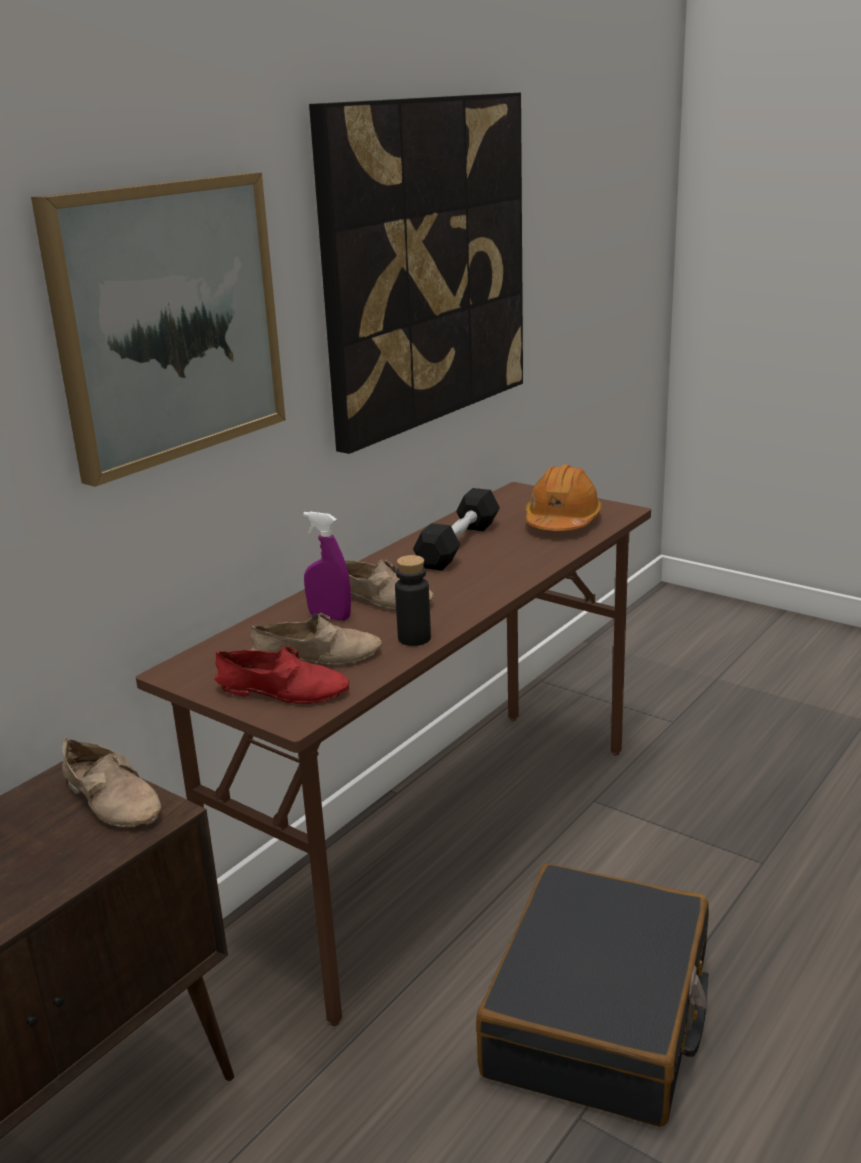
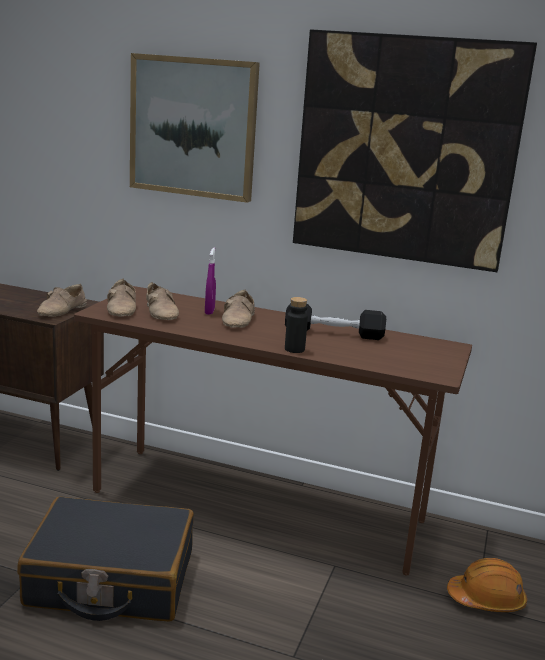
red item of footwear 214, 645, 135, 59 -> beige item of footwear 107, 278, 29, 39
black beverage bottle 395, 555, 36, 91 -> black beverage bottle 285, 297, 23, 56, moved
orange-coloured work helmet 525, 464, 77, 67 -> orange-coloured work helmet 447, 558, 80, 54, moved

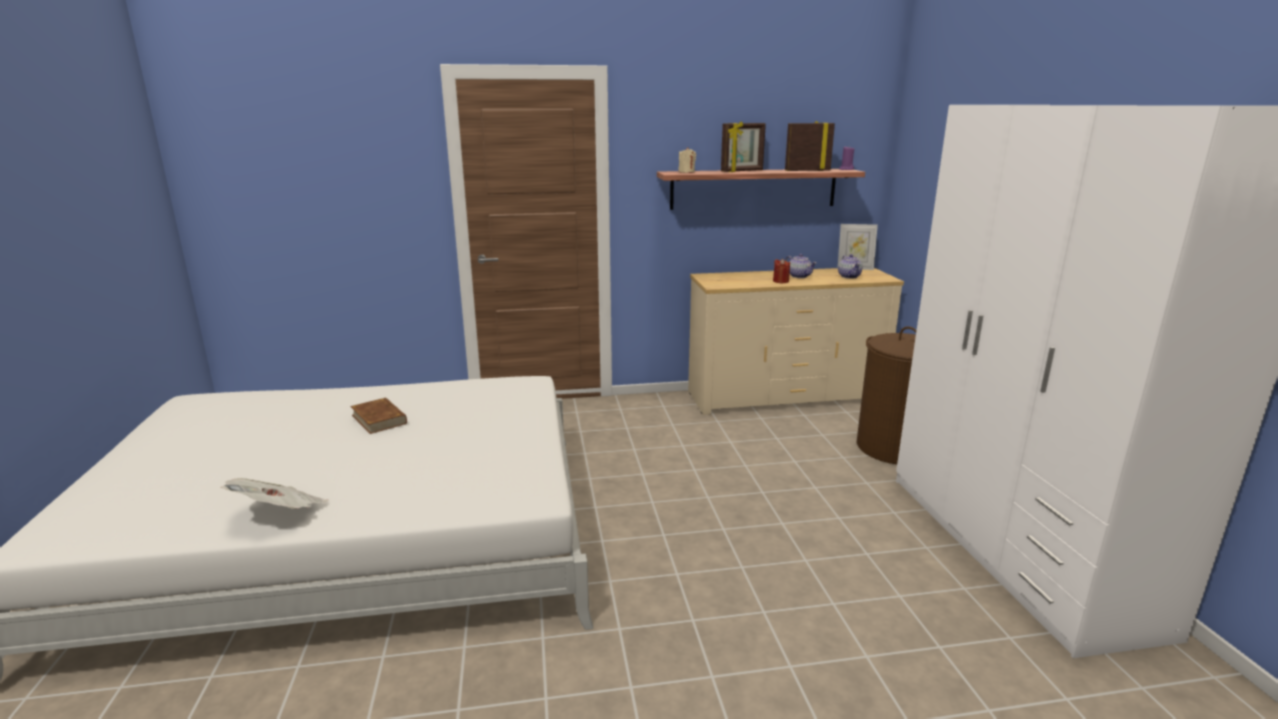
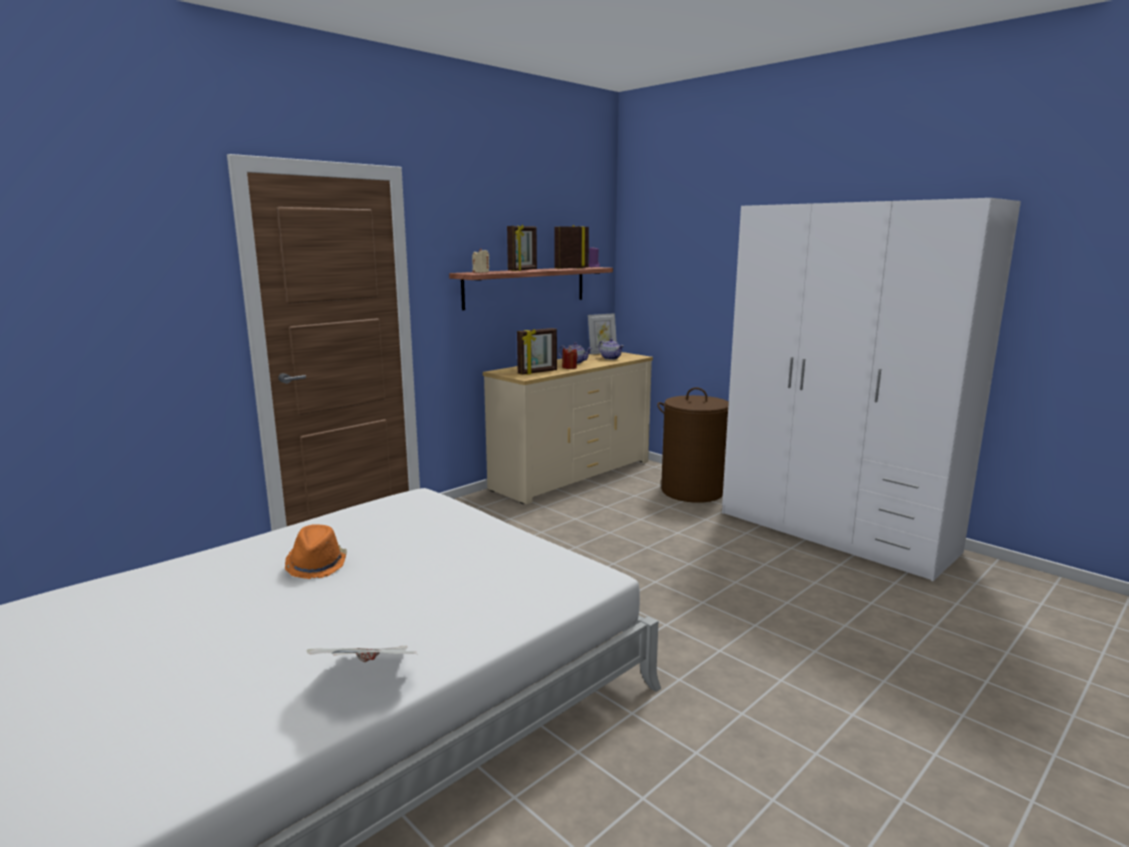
brown-coloured book 350, 397, 57, 37 -> orange-coloured clothing hat 285, 525, 62, 54
none -> picture frame 517, 328, 40, 47

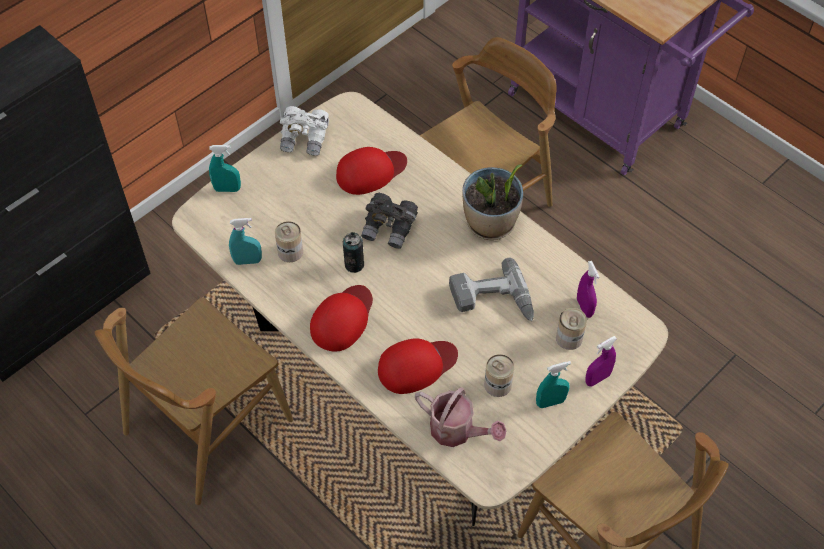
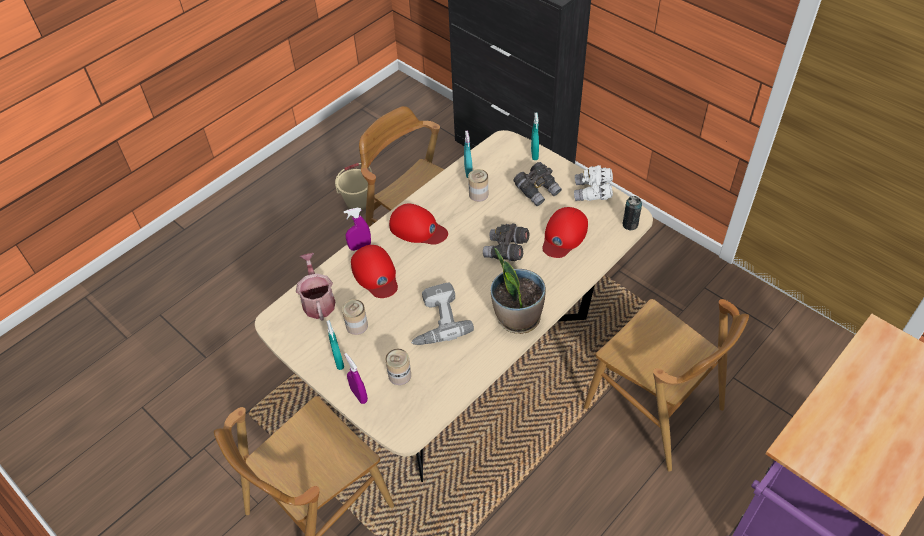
sprinkling can 415, 387, 91, 60 -> sprinkling can 296, 253, 39, 68, 135 degrees clockwise
none -> beige pail 335, 163, 37, 47
purple-coloured spray bottle 577, 261, 23, 57 -> purple-coloured spray bottle 344, 208, 27, 43, moved
none -> greyish field glasses 513, 162, 49, 44
red baseball cap 336, 147, 71, 48 -> red baseball cap 542, 207, 46, 51, 60 degrees clockwise
metal can 343, 232, 21, 41 -> metal can 622, 196, 20, 34, moved

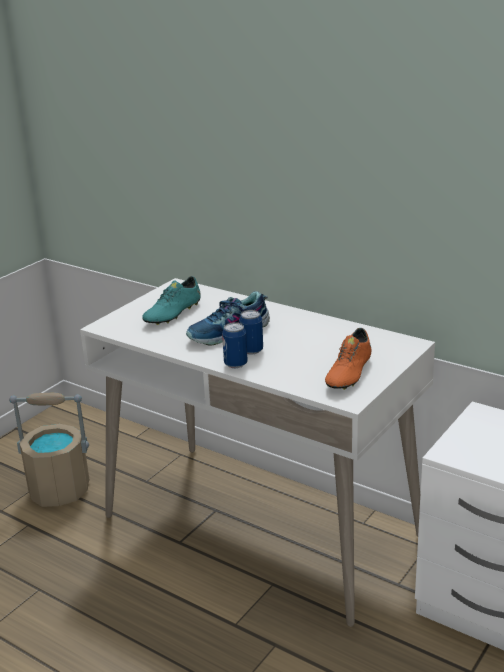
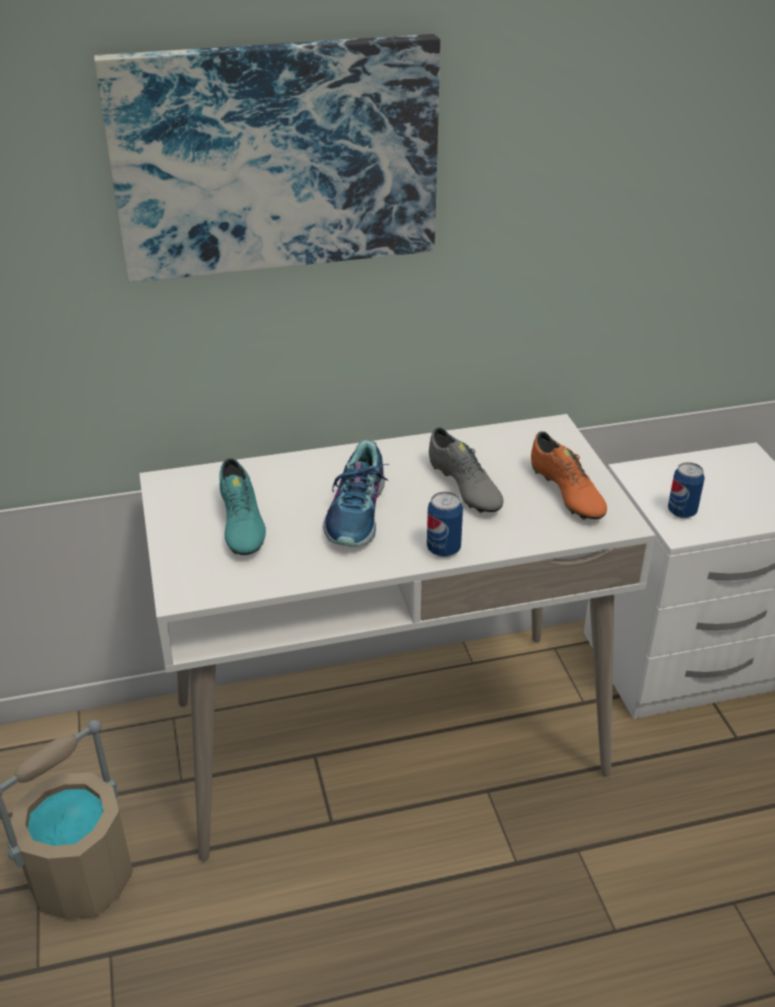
none -> wall picture 94, 34, 346, 249
none -> greyish item of footwear 429, 427, 74, 86
metal can 239, 310, 24, 45 -> metal can 668, 462, 37, 56, moved

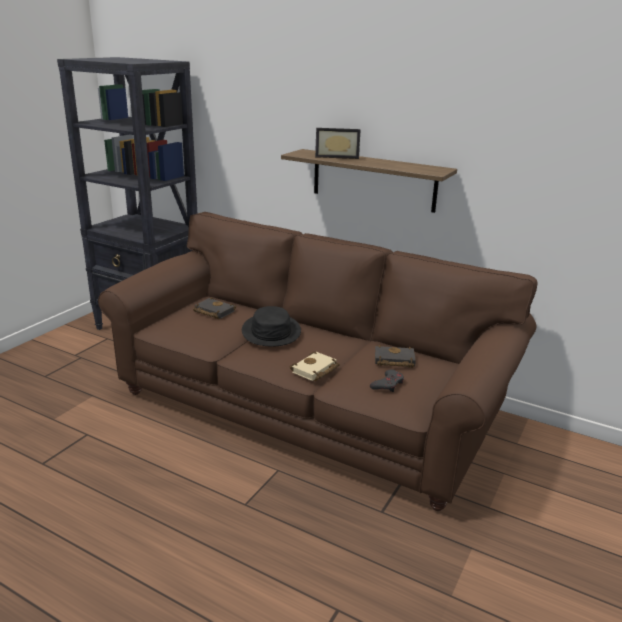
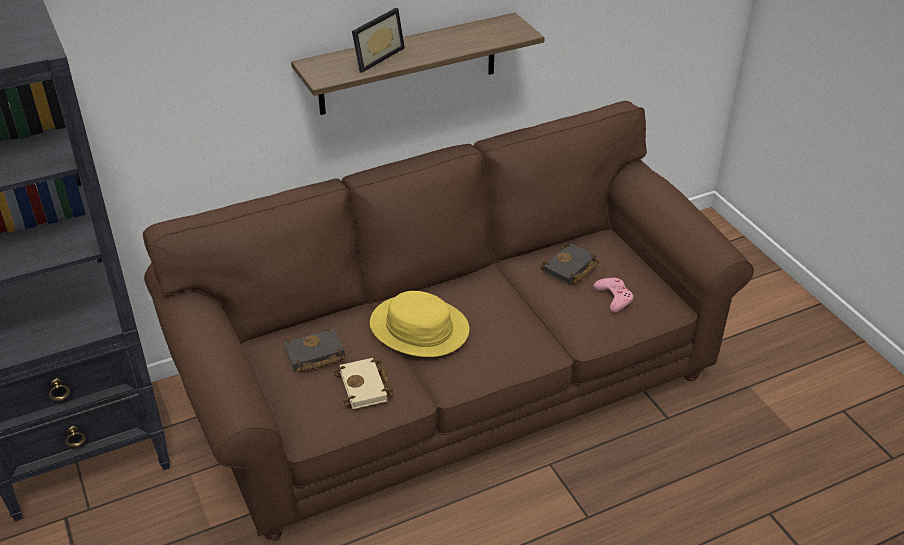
beige book 290, 351, 50, 30 -> beige book 334, 358, 60, 51, moved
black clothing hat 242, 306, 59, 40 -> yellow clothing hat 370, 291, 99, 66
greyish gamepad 370, 370, 34, 22 -> pink gamepad 593, 278, 41, 35

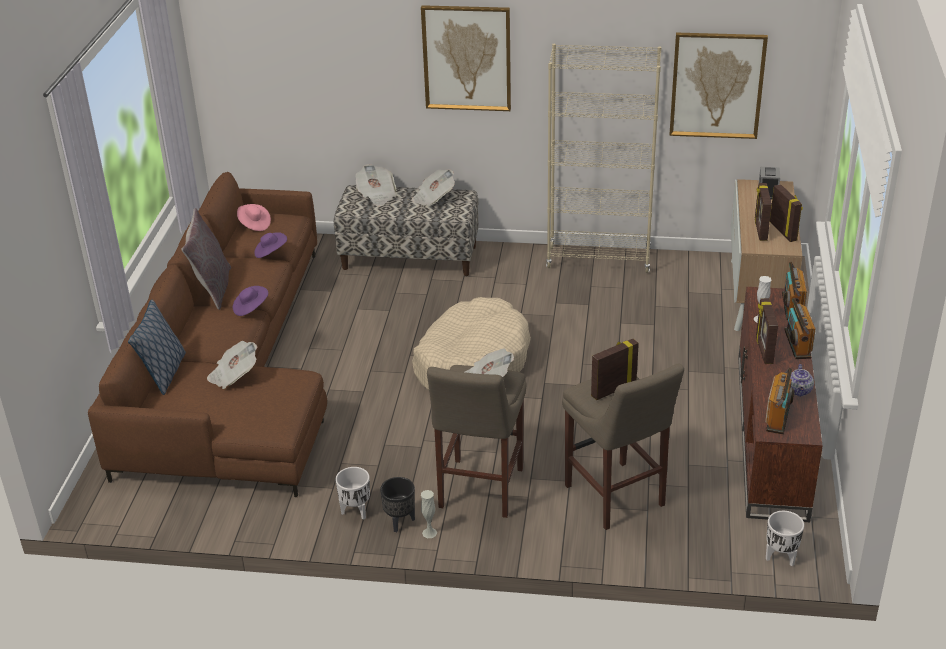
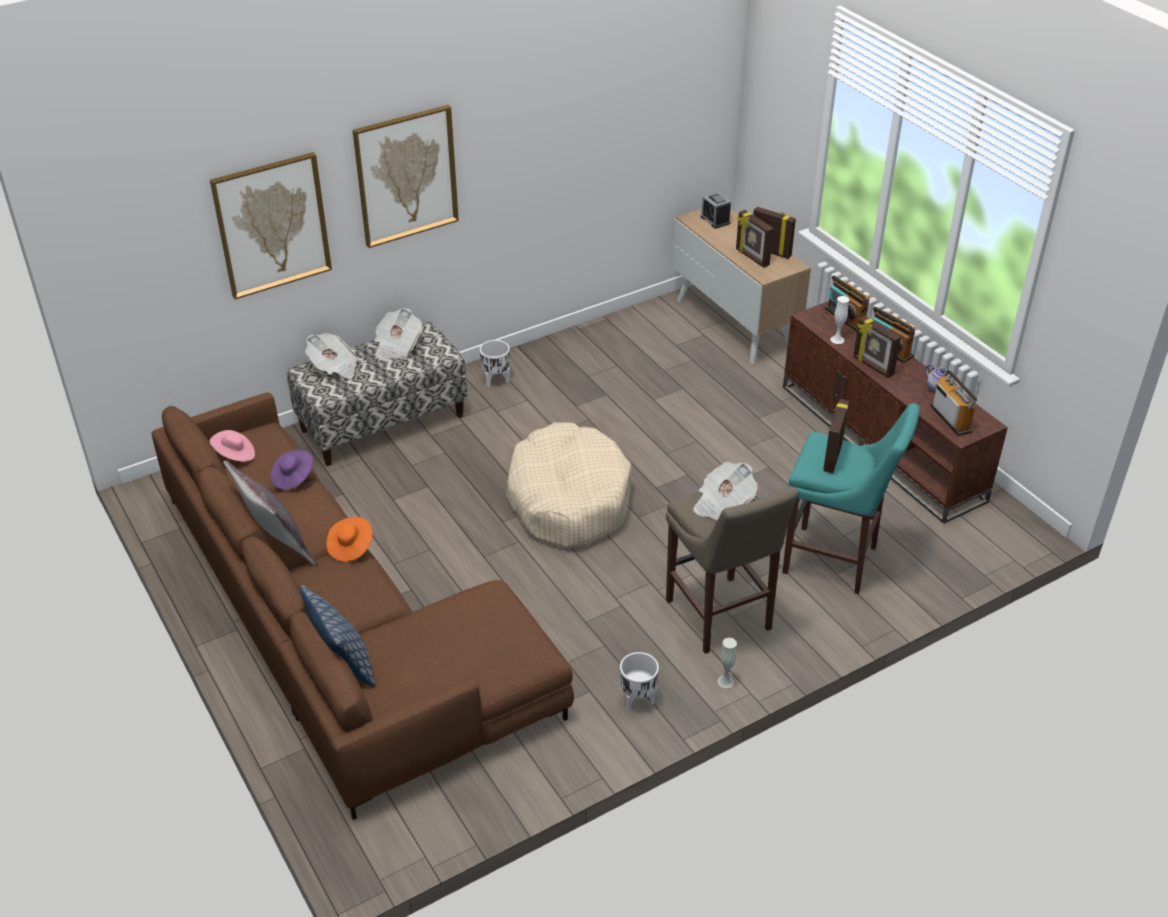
wall picture 669, 33, 99, 106 -> wall picture 210, 152, 122, 147, moved
purple-coloured clothing hat 233, 286, 35, 30 -> orange-coloured clothing hat 326, 517, 46, 45
white-coloured planter 766, 511, 38, 55 -> white-coloured planter 480, 340, 30, 47, moved
beige sitting stool 562, 364, 122, 166 -> turquoise-coloured sitting stool 782, 403, 138, 191
newspaper 207, 341, 50, 48 -> none
black planter 380, 477, 35, 55 -> none
beige bookcase 546, 44, 115, 229 -> none

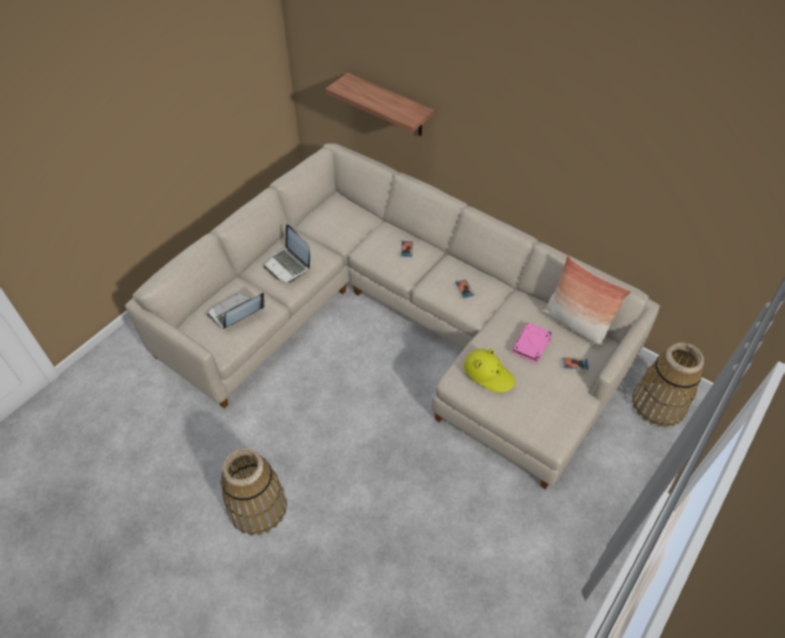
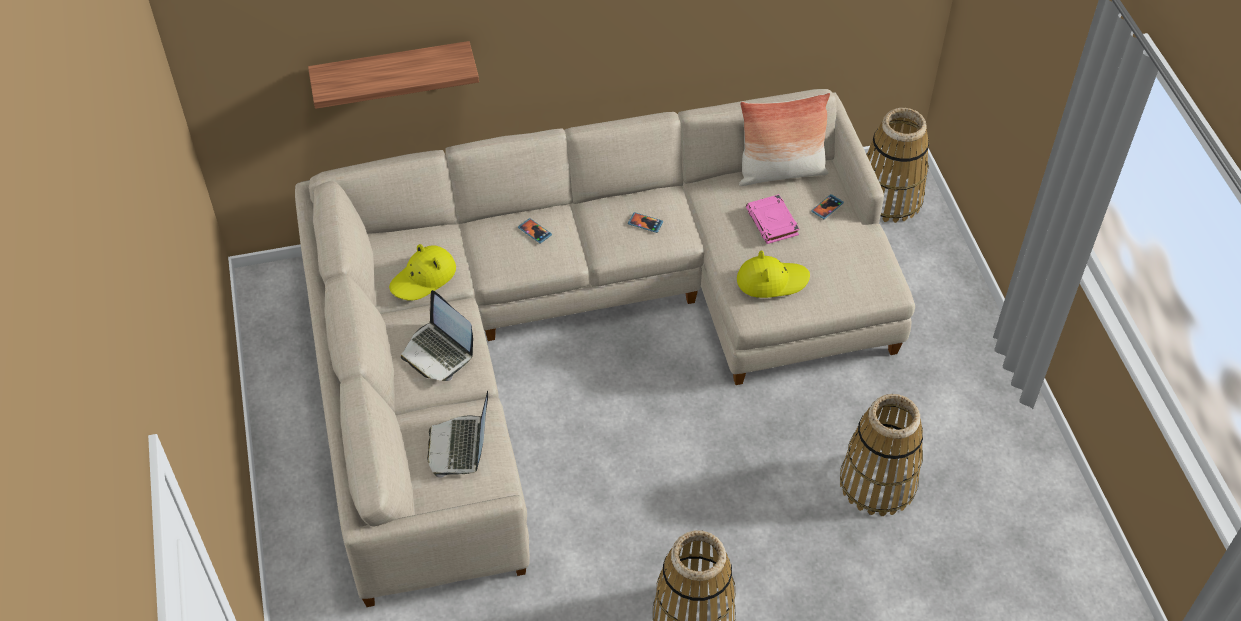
none -> yellow clothing hat 389, 244, 67, 57
portable computer 264, 224, 46, 58 -> portable computer 401, 290, 72, 91, 45 degrees clockwise
none -> storage basket 840, 394, 83, 122

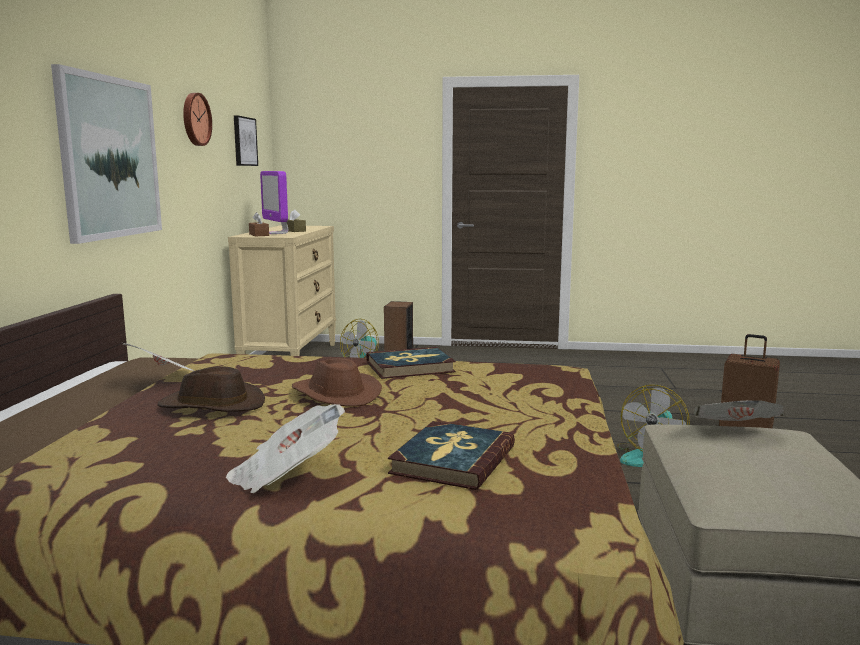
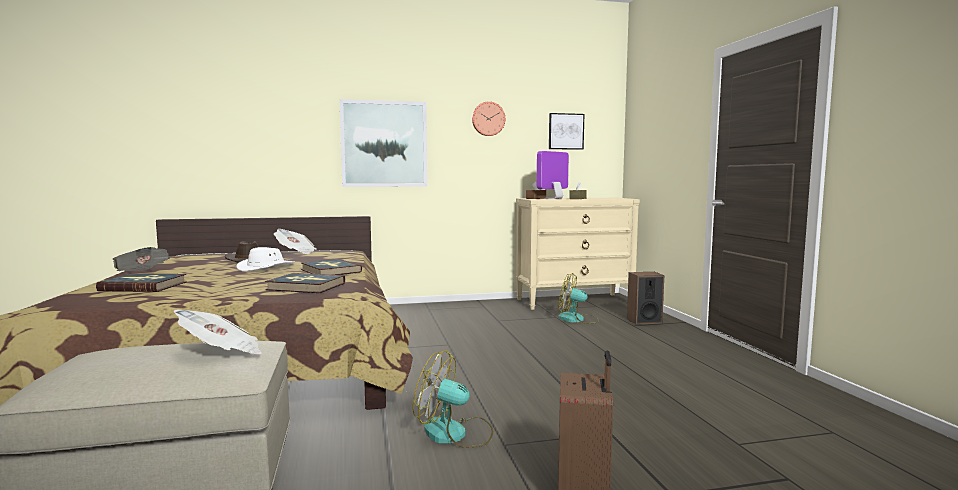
brown-coloured clothing hat 292, 358, 90, 49 -> white-coloured clothing hat 236, 247, 59, 24
none -> book 265, 273, 80, 20

